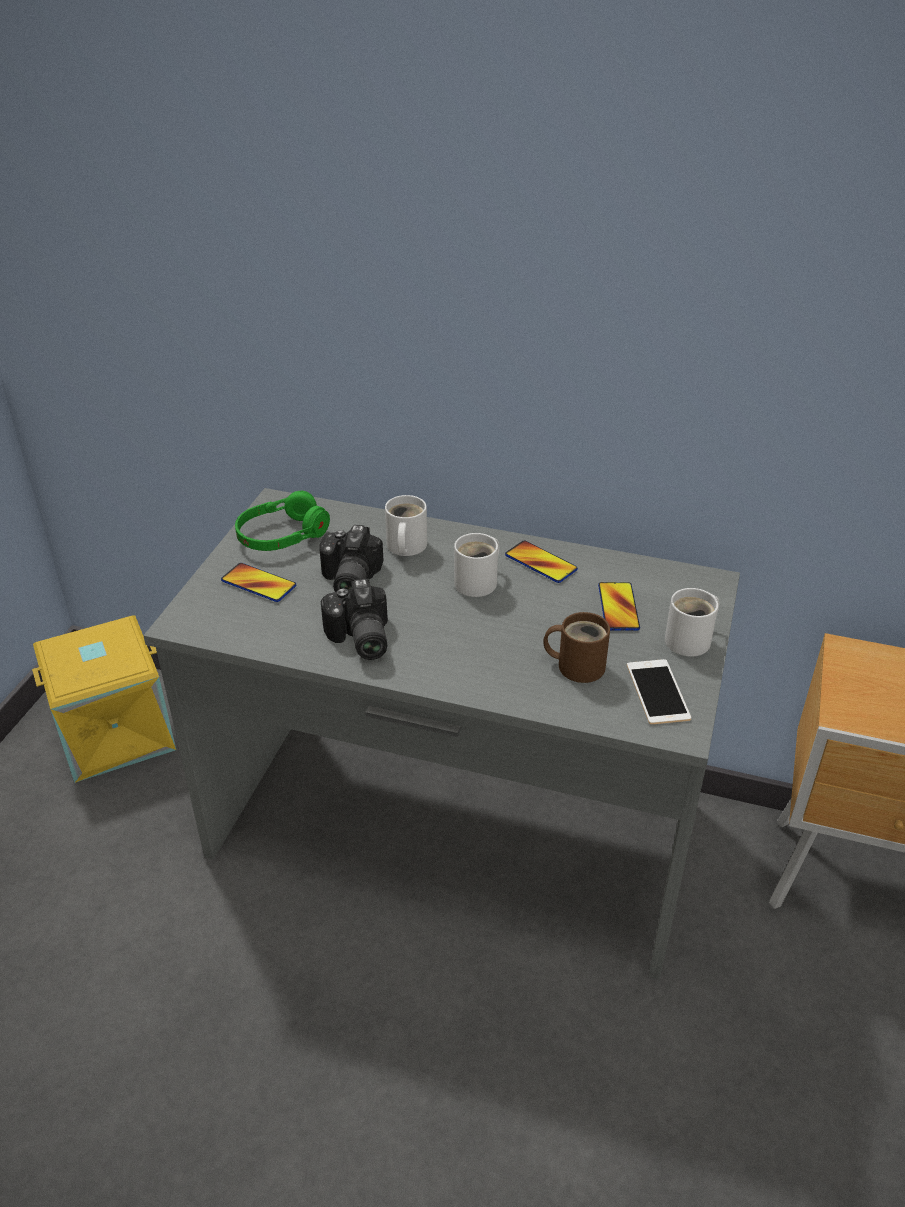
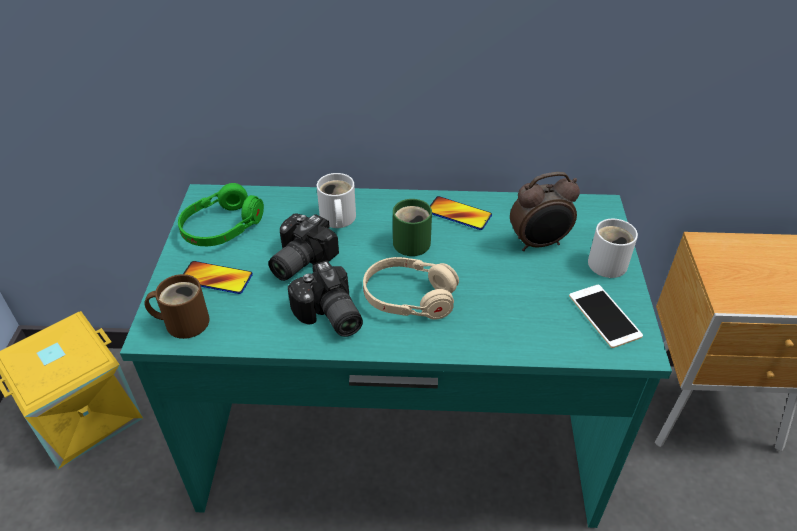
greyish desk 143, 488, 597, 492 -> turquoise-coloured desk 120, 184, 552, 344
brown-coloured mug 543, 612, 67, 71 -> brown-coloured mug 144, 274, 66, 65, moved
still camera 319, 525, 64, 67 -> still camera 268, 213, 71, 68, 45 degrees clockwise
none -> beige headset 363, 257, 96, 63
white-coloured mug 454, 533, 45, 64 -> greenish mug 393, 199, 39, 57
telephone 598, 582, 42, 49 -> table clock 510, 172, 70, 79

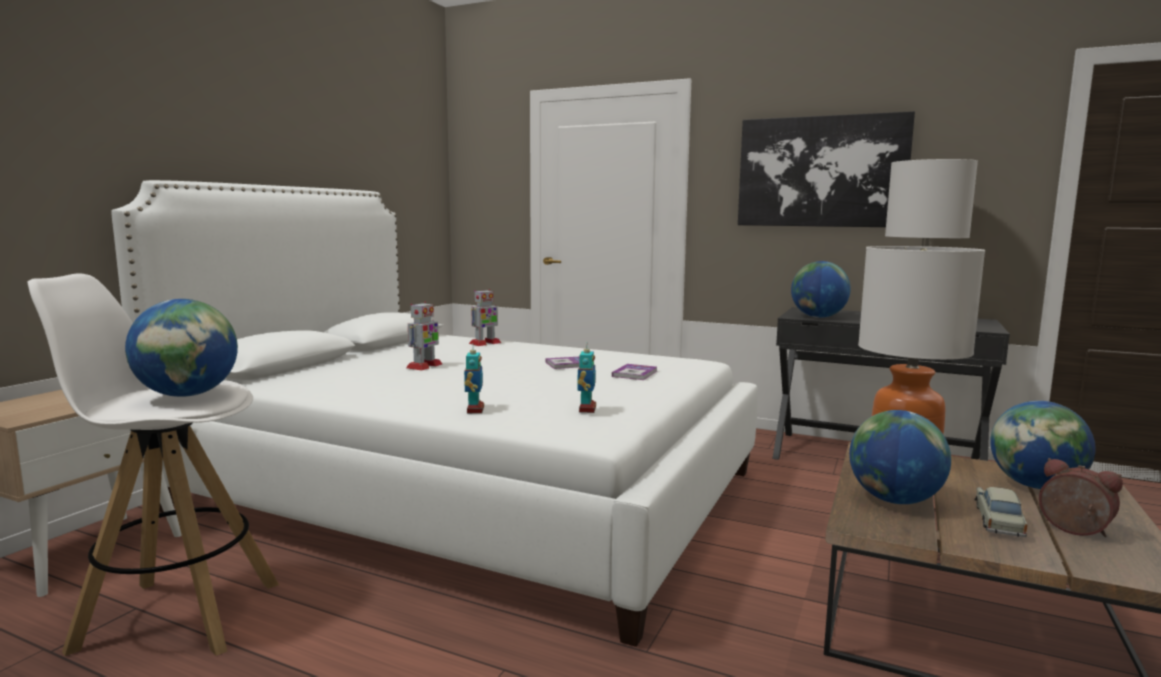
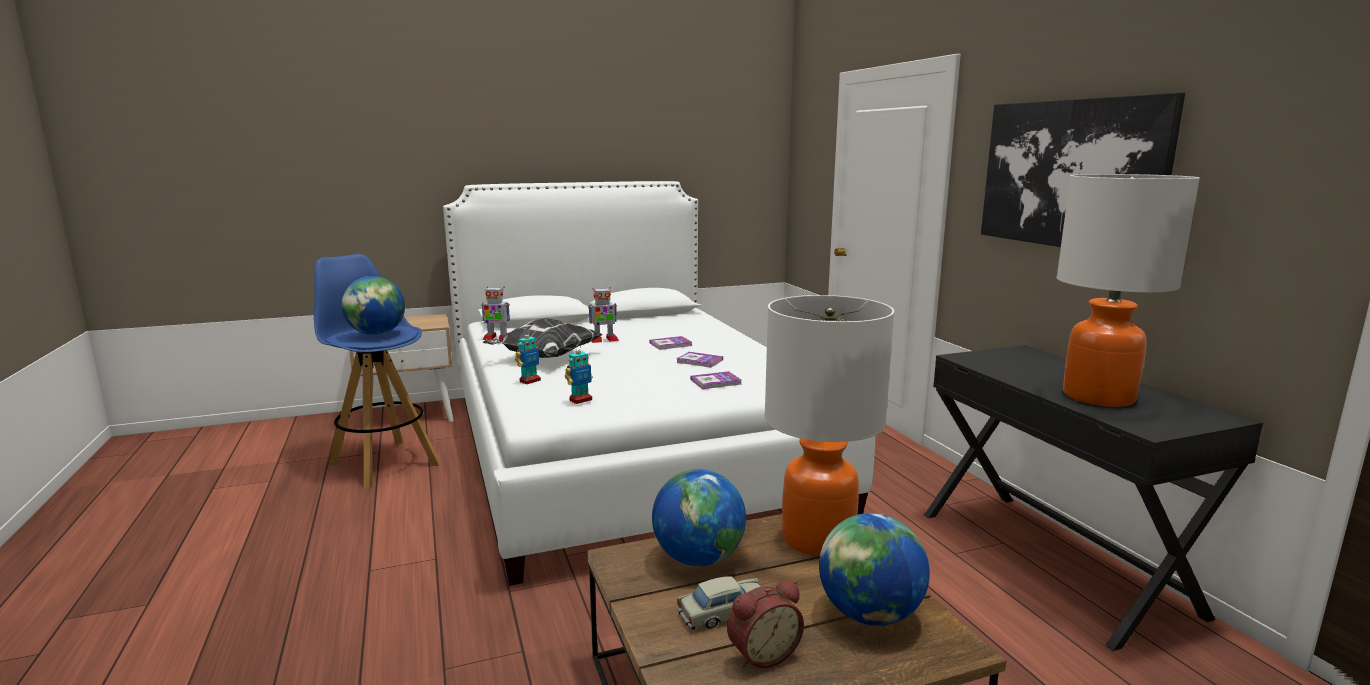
white-coloured sitting stool 28, 273, 251, 383 -> blue sitting stool 314, 254, 127, 235
model robot 469, 289, 32, 57 -> model robot 481, 286, 29, 54, moved
none -> pillow 483, 318, 120, 40
none -> book 650, 336, 42, 14
table clock 1039, 458, 84, 79 -> table clock 727, 581, 77, 87, 60 degrees clockwise
world globe 791, 261, 60, 57 -> none

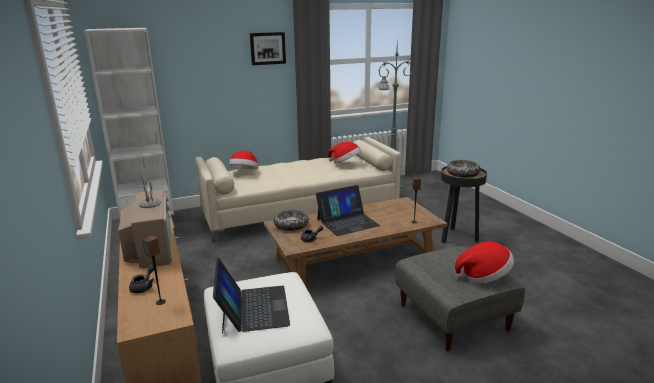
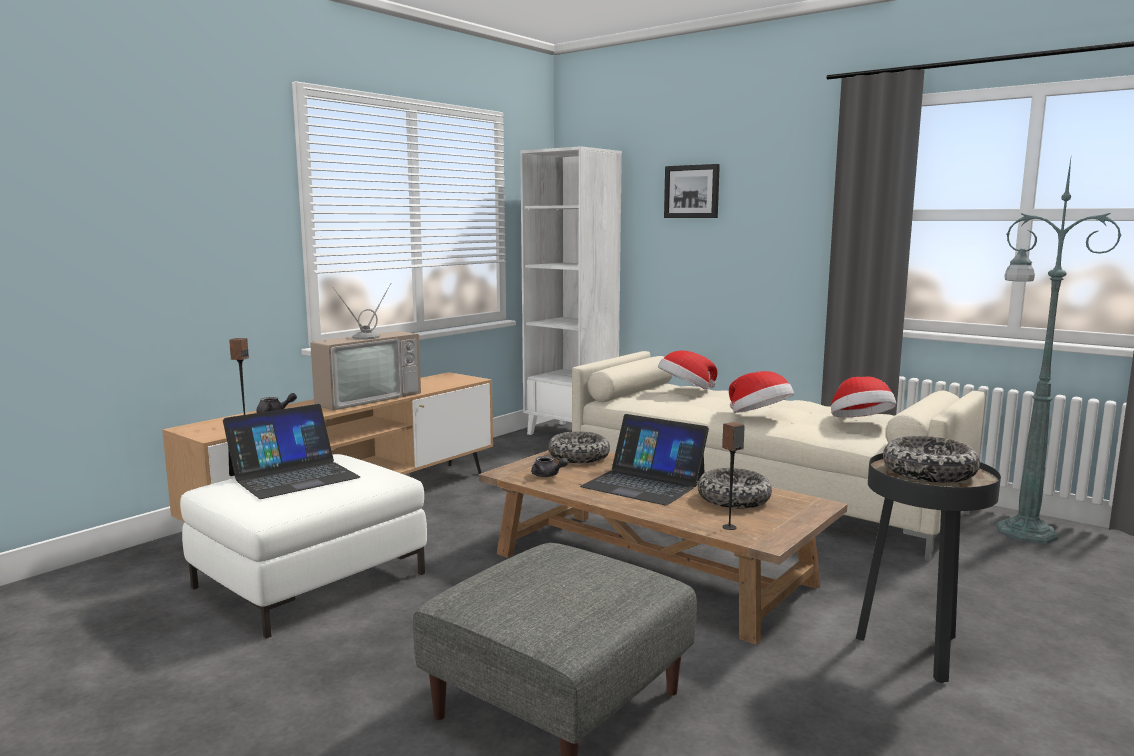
wall picture 250, 32, 36, 33 -> wall picture 664, 164, 56, 54, moved
none -> serving bowl 698, 468, 74, 40
clothing hat 455, 241, 59, 42 -> clothing hat 729, 371, 65, 42, moved

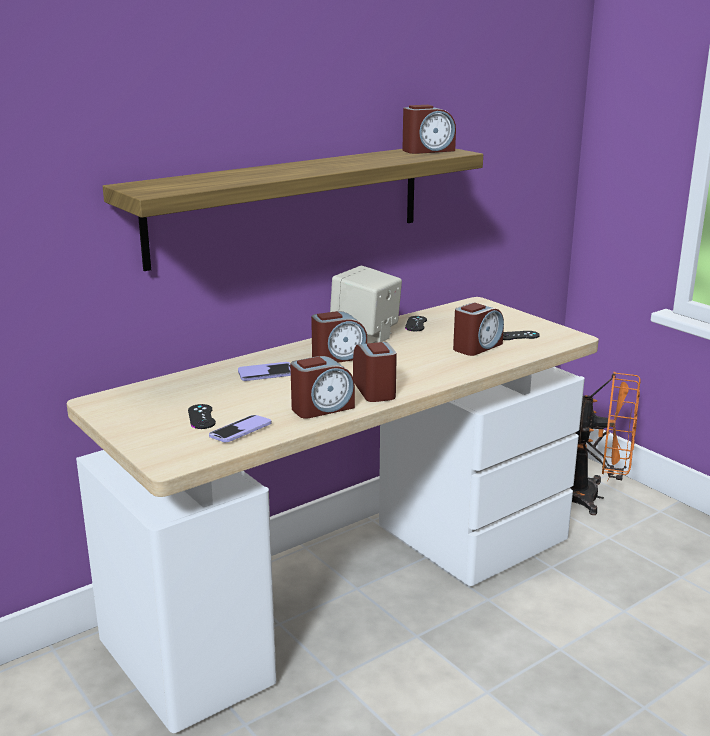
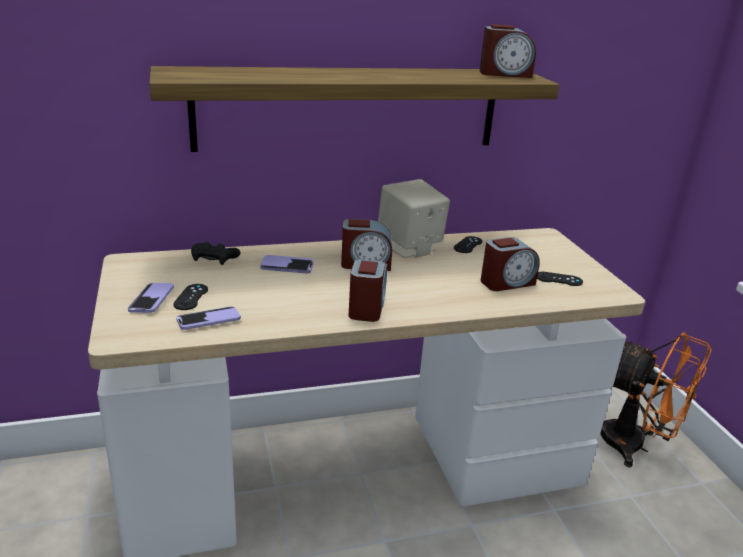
none -> telephone 128, 283, 46, 30
none -> black gamepad 191, 241, 49, 24
table clock 290, 356, 65, 63 -> none

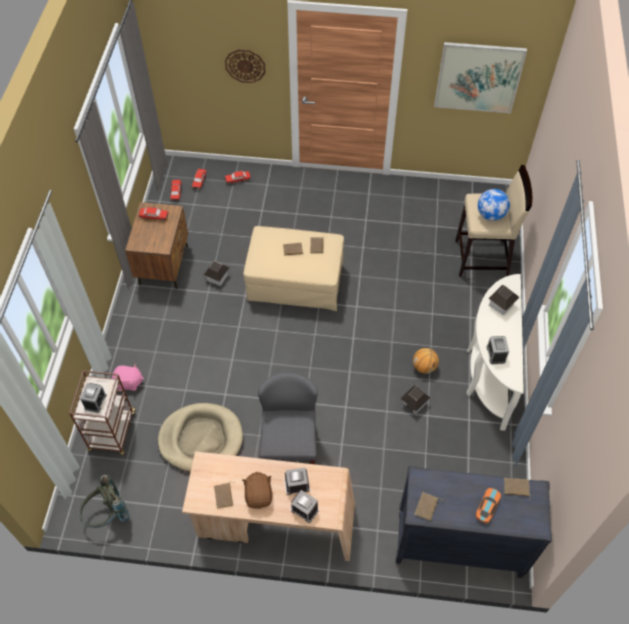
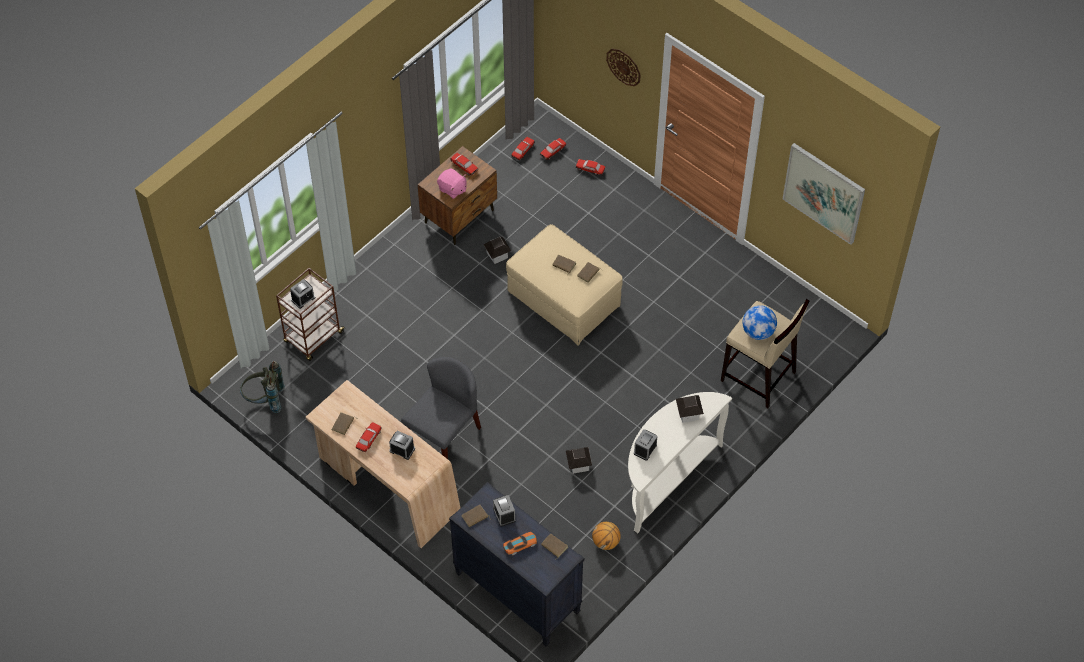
brown-coloured cuddly toy 242, 472, 30, 37 -> toy car 356, 422, 26, 30
pink cuddly toy 112, 364, 32, 27 -> pink cuddly toy 437, 169, 30, 30, moved
table clock 290, 490, 29, 33 -> table clock 493, 495, 23, 32, moved
basketball ball 413, 348, 26, 26 -> basketball ball 592, 522, 29, 28, moved
beige dog bed 158, 403, 85, 69 -> none

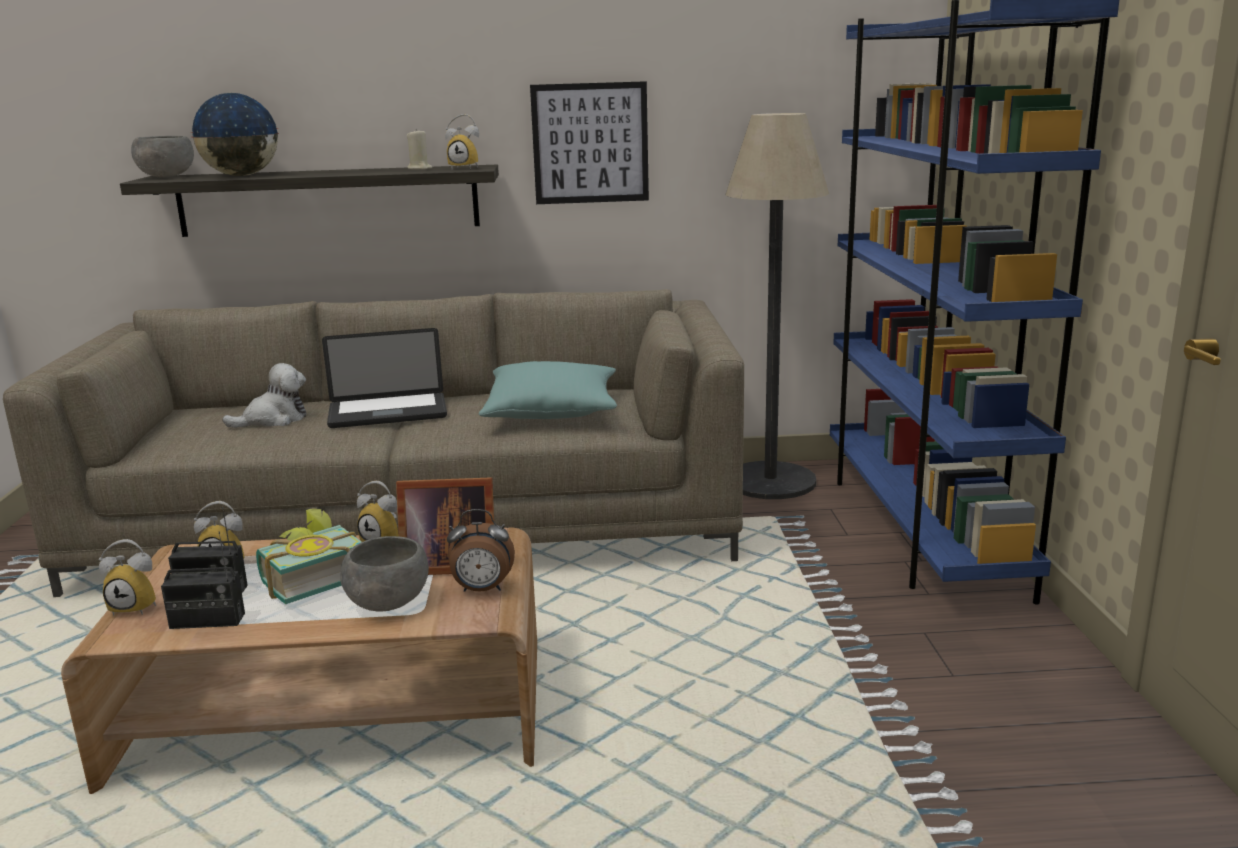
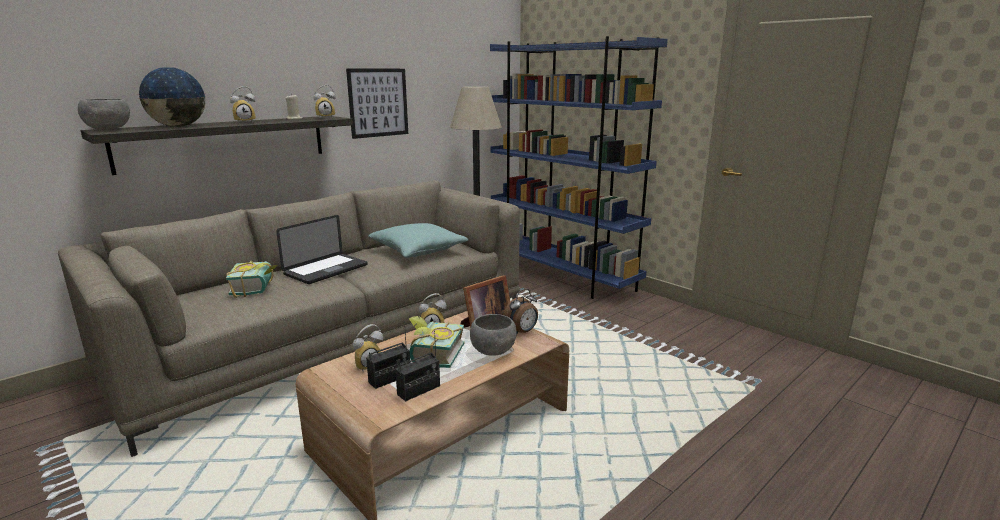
cuddly toy 222, 363, 84, 65 -> book 226, 261, 52, 37
table clock 99, 539, 57, 76 -> table clock 230, 86, 26, 37, moved

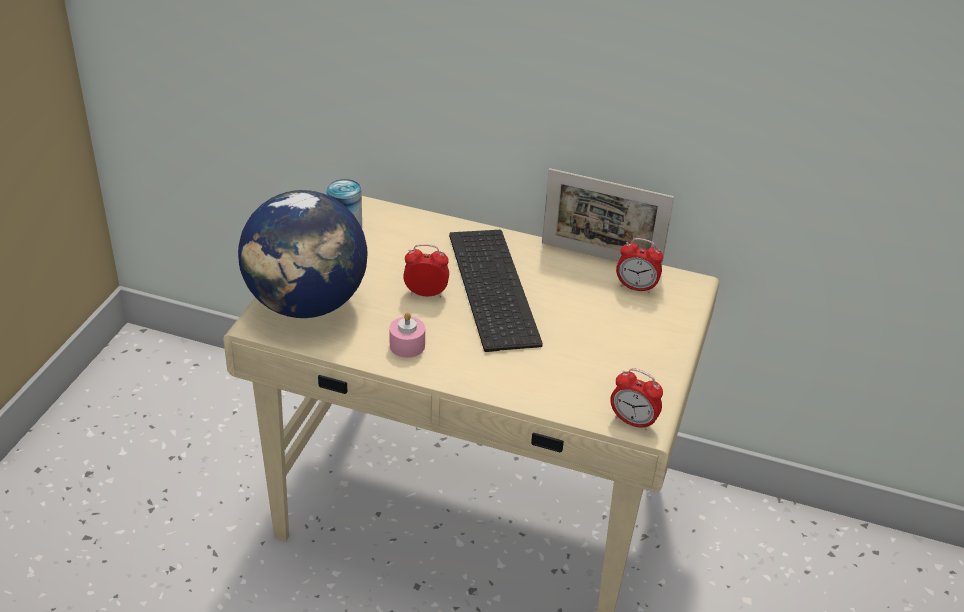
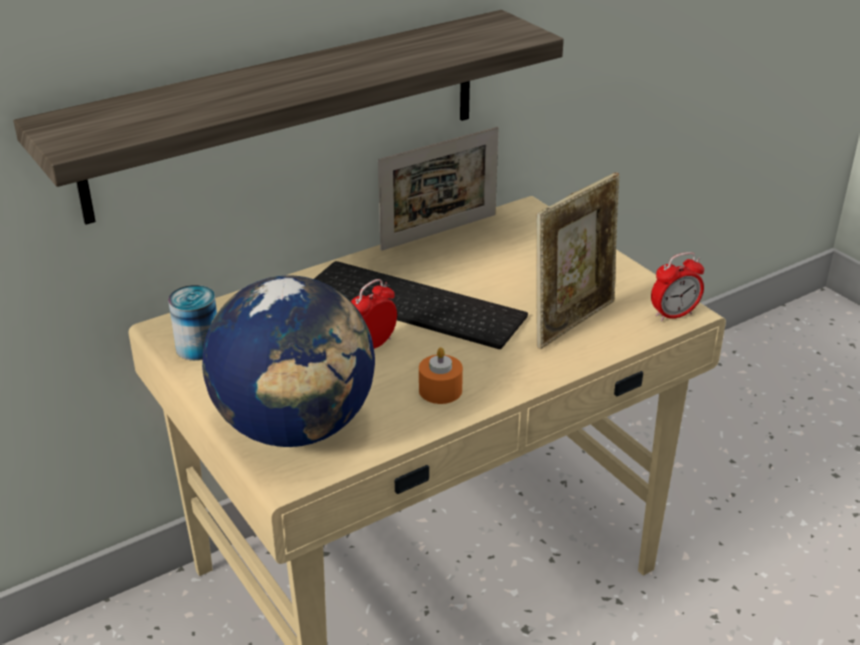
none -> shelf 14, 10, 550, 214
pink wax candle 389, 313, 36, 45 -> orange-coloured wax candle 419, 347, 44, 57
none -> picture frame 536, 172, 83, 177
table clock 616, 238, 47, 55 -> none

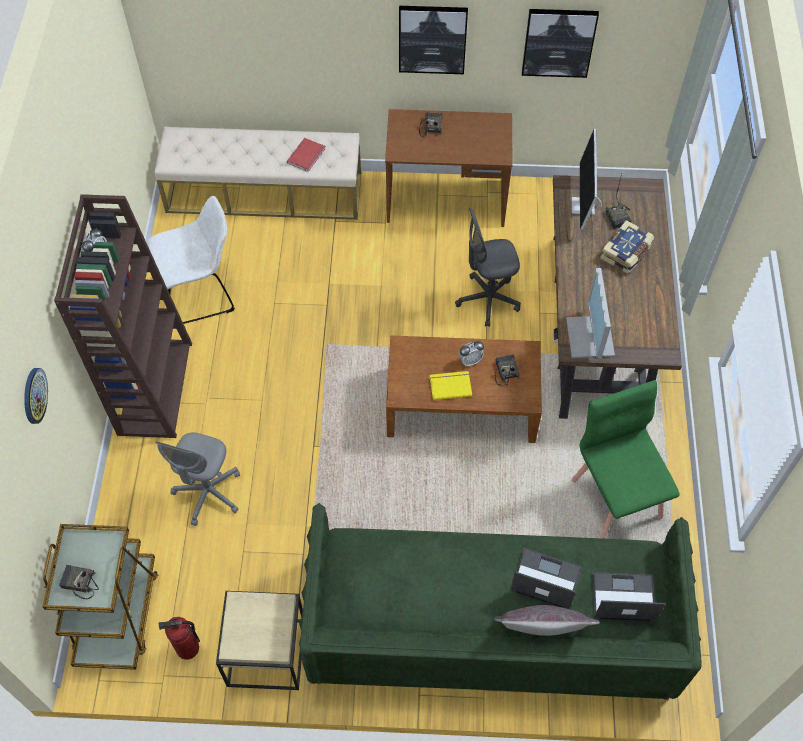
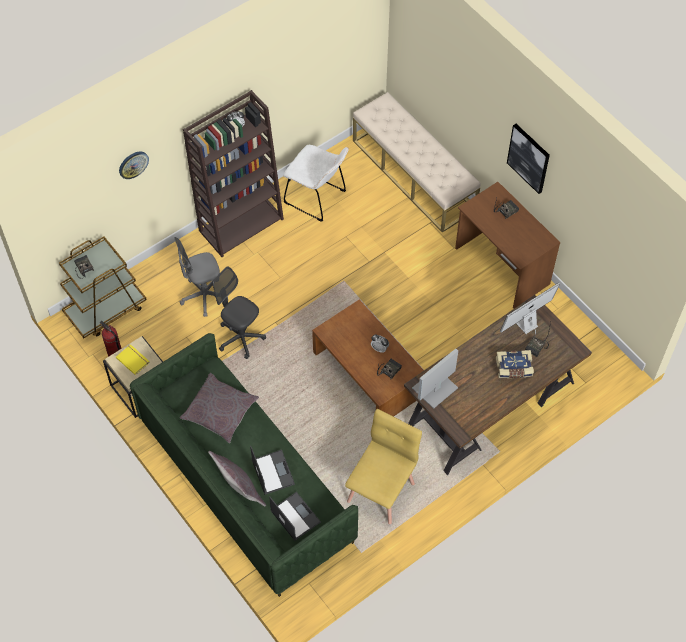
yellow book 430, 371, 42, 29 -> yellow book 116, 344, 34, 31, moved
none -> greyish pillow 180, 373, 79, 70
greyish computer chair 455, 208, 66, 119 -> greyish computer chair 213, 266, 53, 93, moved
greenish plain chair 571, 380, 109, 159 -> yellow plain chair 345, 409, 77, 115
red book 287, 138, 39, 34 -> none
wall picture 522, 9, 77, 69 -> none

